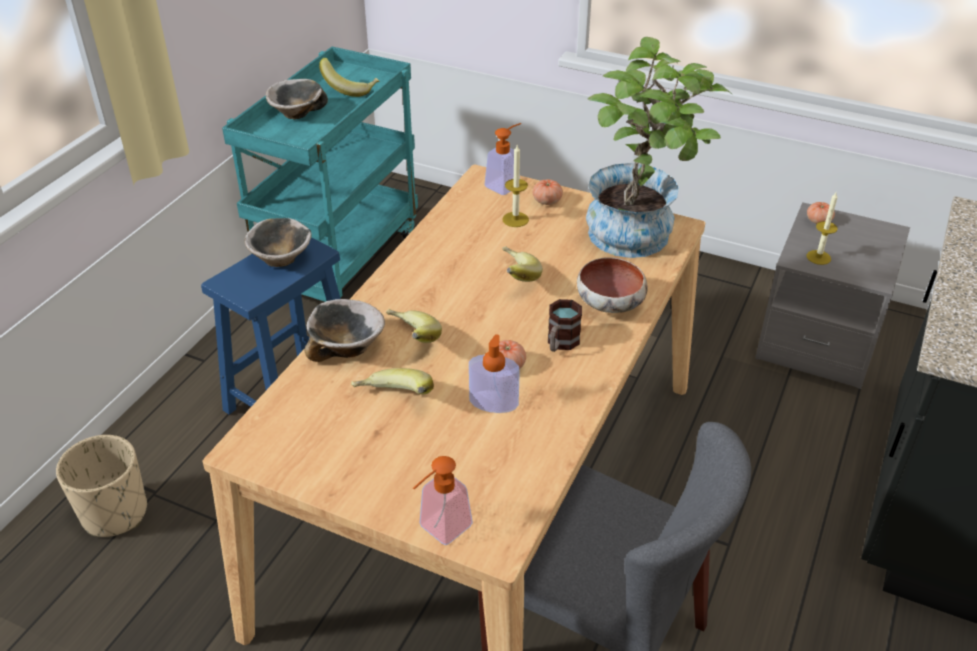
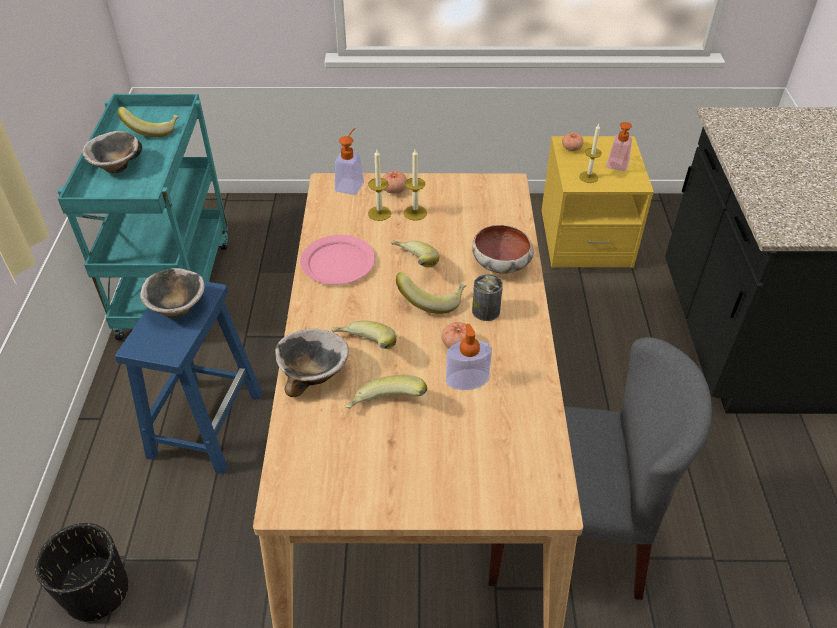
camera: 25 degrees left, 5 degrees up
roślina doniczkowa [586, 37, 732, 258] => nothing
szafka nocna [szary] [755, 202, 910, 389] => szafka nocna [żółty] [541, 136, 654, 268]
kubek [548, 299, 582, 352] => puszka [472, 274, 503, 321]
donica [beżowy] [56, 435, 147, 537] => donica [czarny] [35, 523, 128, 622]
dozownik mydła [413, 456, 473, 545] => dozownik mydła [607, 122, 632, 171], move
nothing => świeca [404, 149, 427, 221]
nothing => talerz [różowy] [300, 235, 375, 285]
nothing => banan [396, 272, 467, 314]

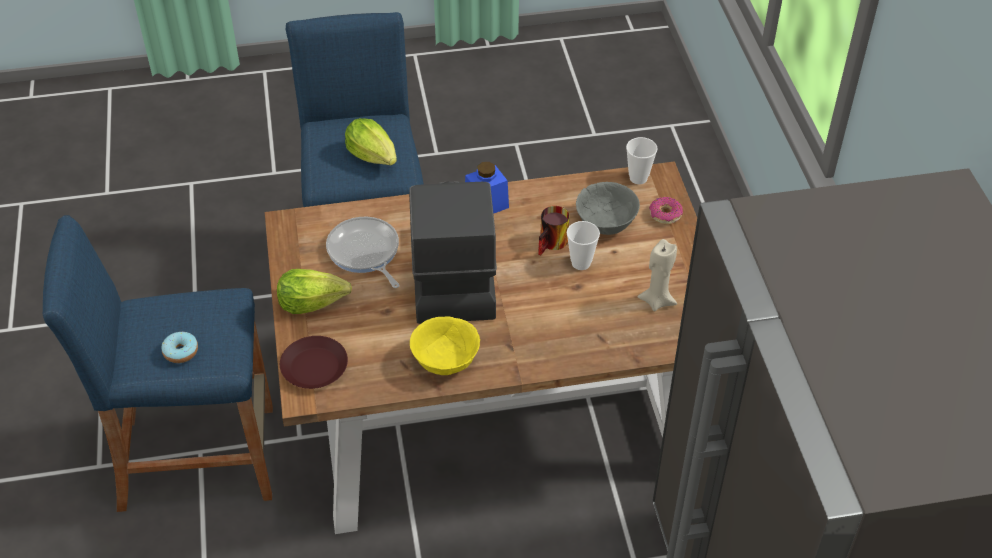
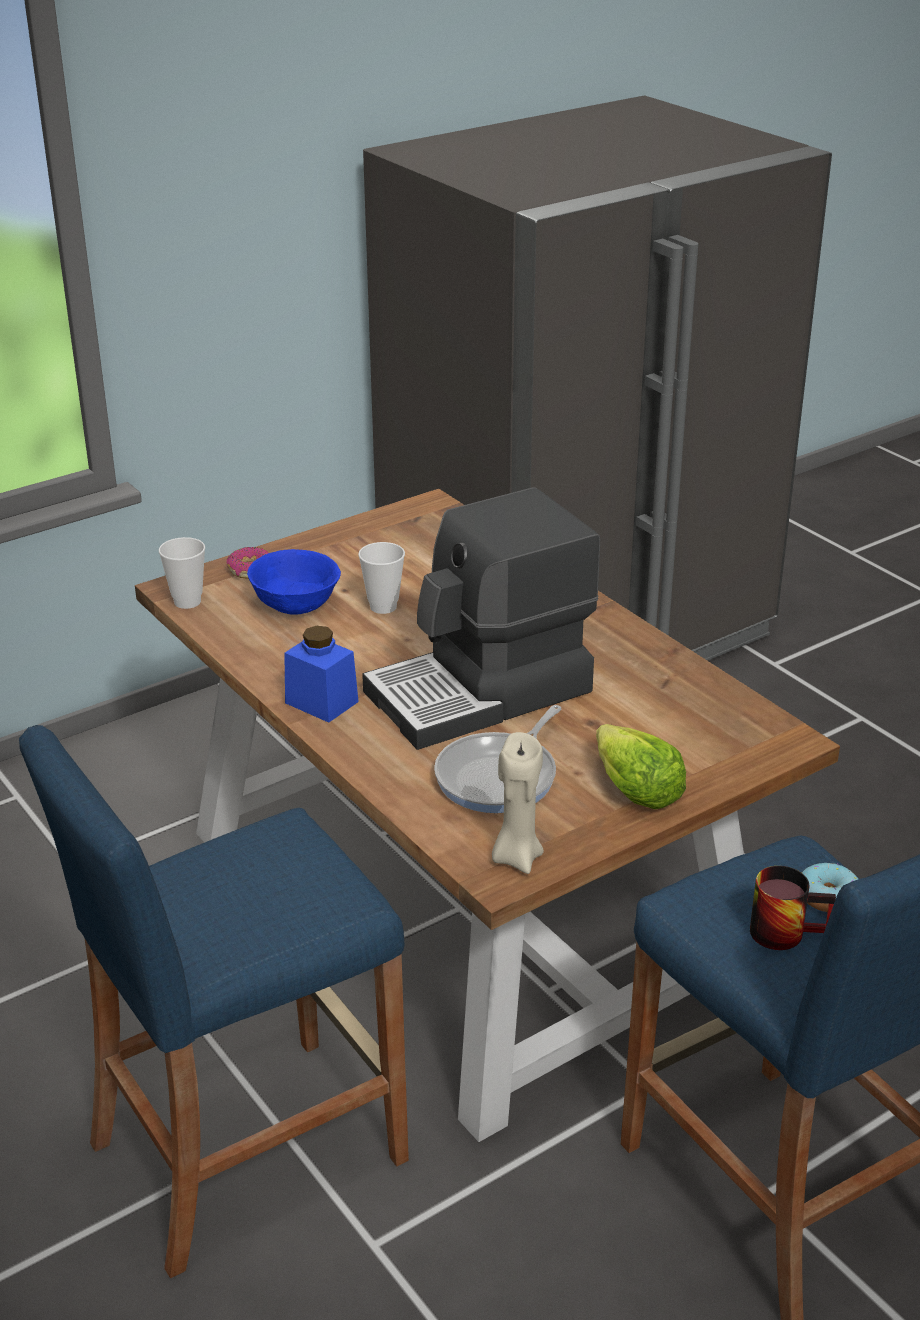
camera: 115 degrees left, 15 degrees down
sałata [345, 118, 397, 165] => nothing
miska [szary] [576, 182, 640, 235] => miska [niebieski] [247, 549, 341, 615]
kubek [538, 206, 569, 256] => kubek [750, 866, 836, 950], move
świeca [beżowy] [638, 239, 677, 311] => świeca [beżowy] [492, 732, 544, 874], move
miska [żółty] [410, 317, 480, 375] => nothing
talerz [brązowy] [280, 336, 348, 389] => nothing

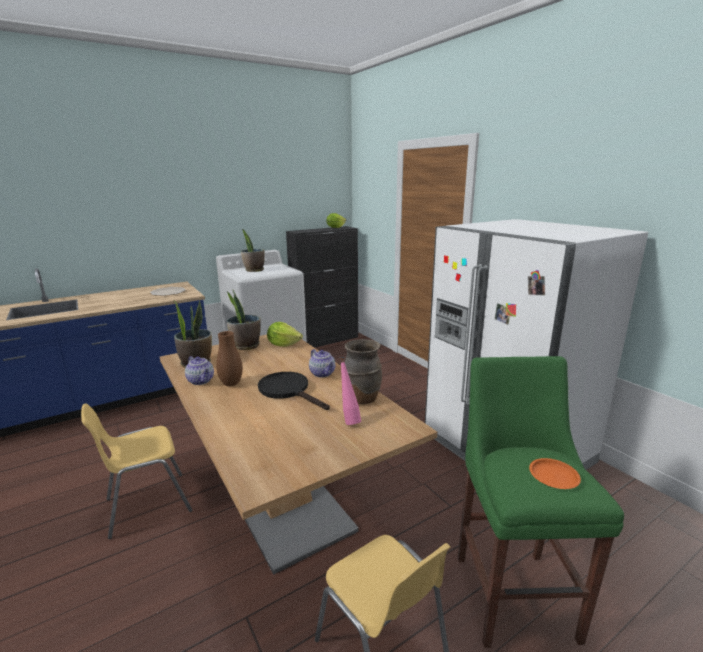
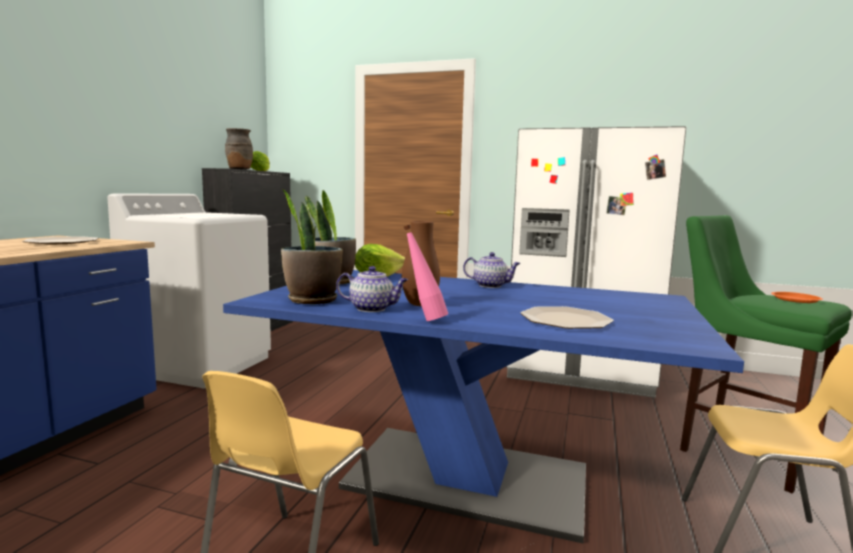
camera: 40 degrees left, 10 degrees down
roślina doniczkowa [241, 229, 265, 272] => nothing
stół jadalny [brązowy] [160, 335, 437, 575] => stół jadalny [niebieski] [223, 270, 744, 543]
wazon [brązowy] [345, 339, 382, 404] => wazon [brązowy] [225, 128, 253, 170], move
butelka [różowy] [340, 357, 361, 425] => butelka [różowy] [404, 225, 448, 321], move
patelnia [czarny] [258, 372, 330, 410] => nothing
nothing => talerz [520, 306, 614, 329]

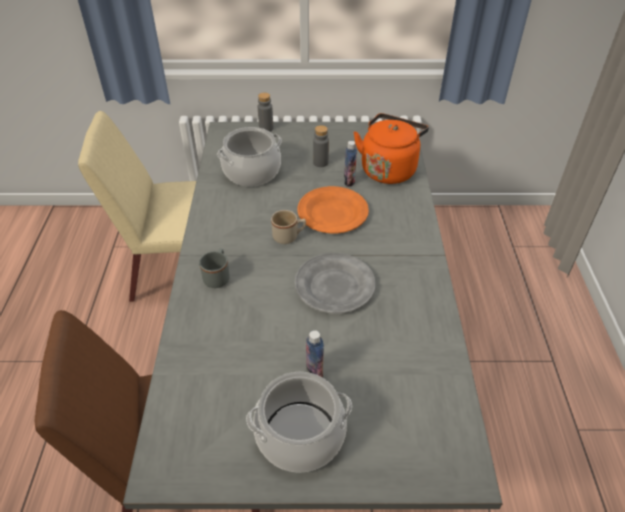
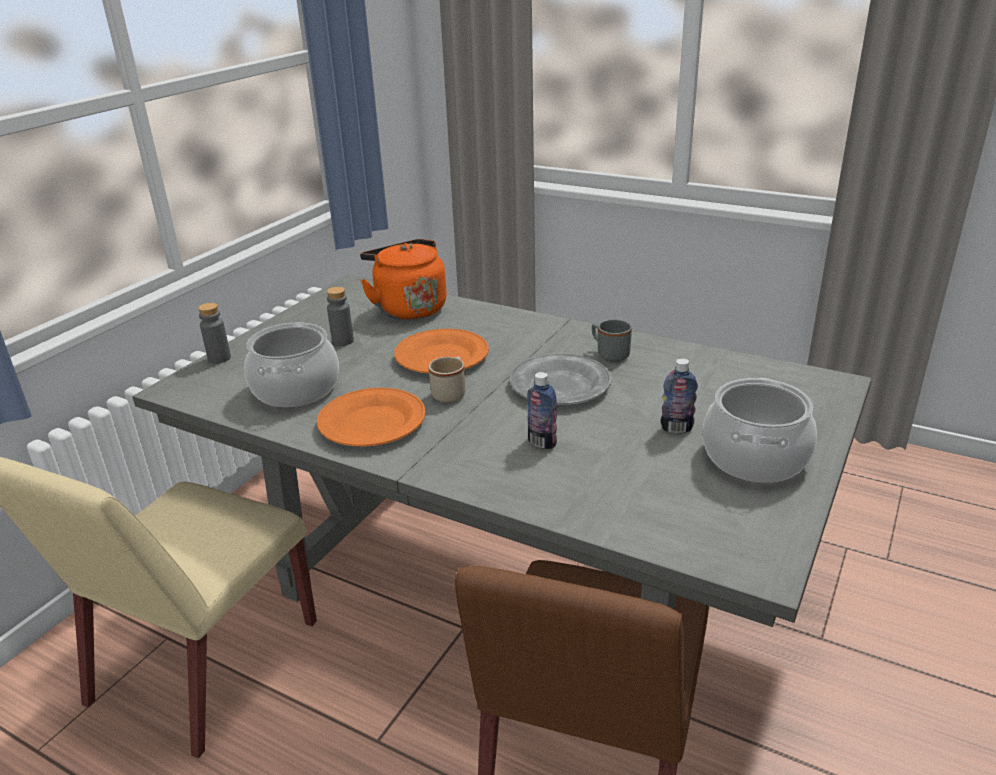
camera: 60 degrees left, 15 degrees down
butelka [344, 141, 357, 187] => butelka [527, 372, 557, 449], move
kubek [szary] [199, 248, 230, 288] => kubek [szary] [592, 319, 632, 362], move
nothing => talerz [pomarańczowy] [317, 388, 426, 447]

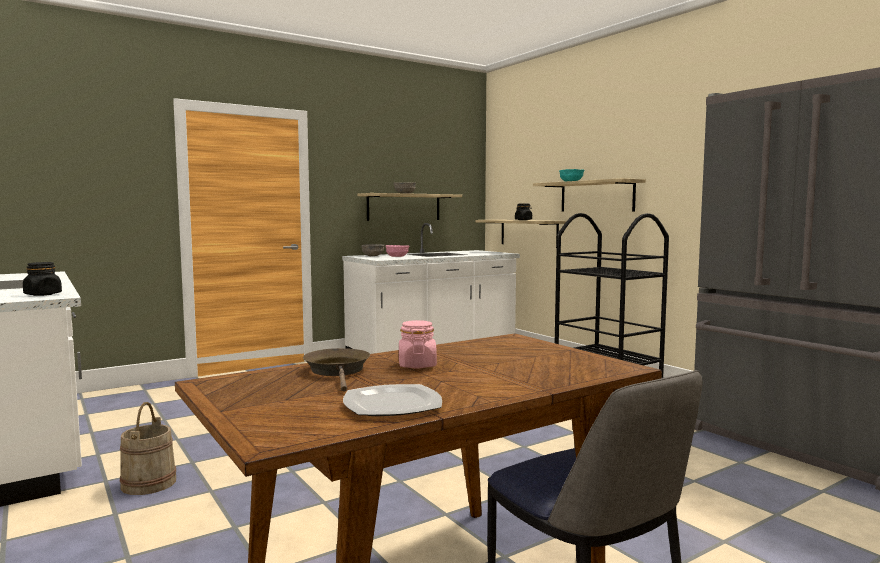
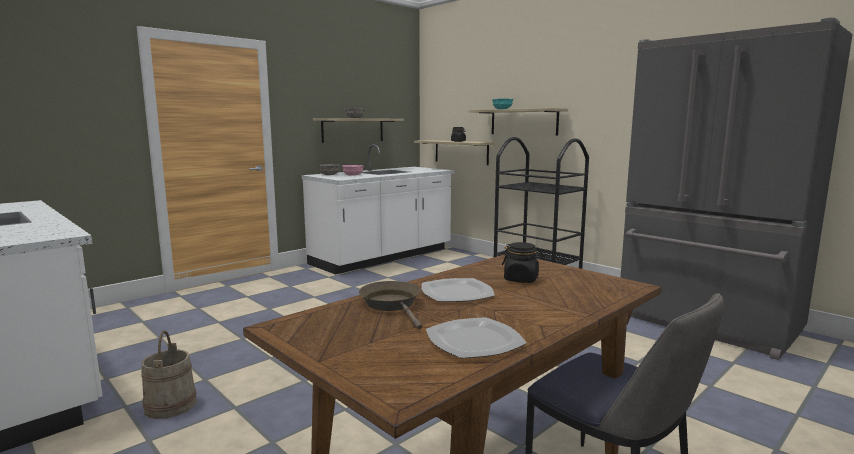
camera: 10 degrees left, 5 degrees up
słoik [czarny] [23, 262, 62, 296] => słoik [czarny] [502, 242, 543, 283], move
słoik [różowy] [399, 320, 437, 368] => talerz [421, 278, 495, 302]

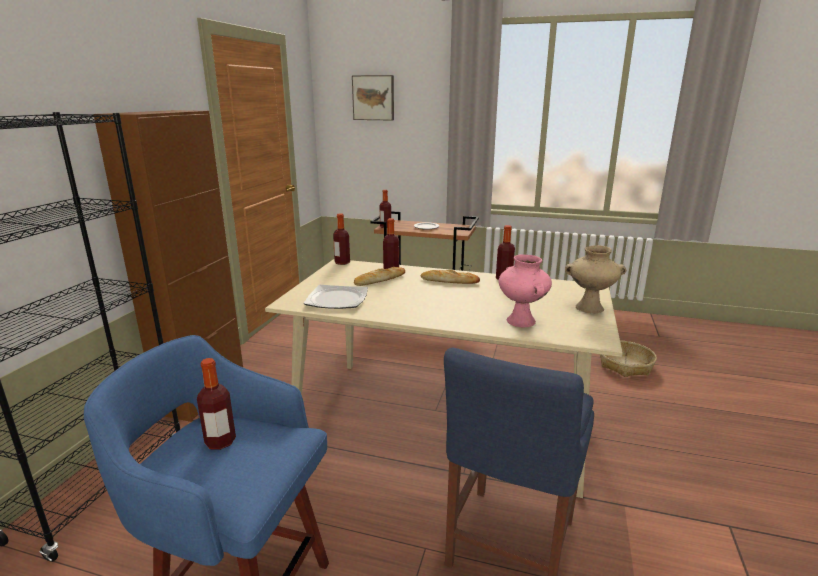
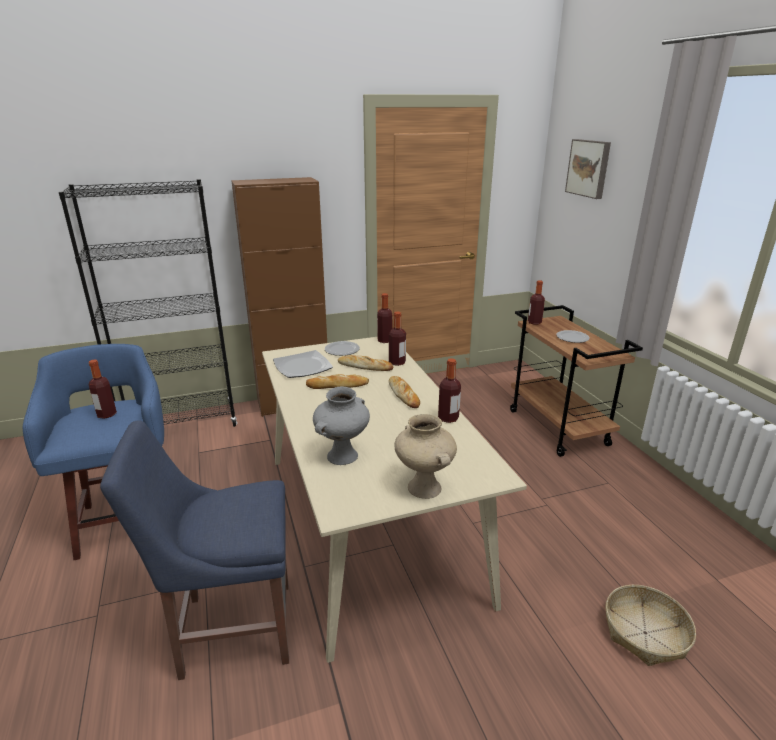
camera: 55 degrees right, 5 degrees up
wazon [różowy] [498, 254, 552, 328] => wazon [szary] [313, 387, 370, 465]
nothing => talerz [325, 341, 360, 356]
nothing => chleb [306, 374, 369, 389]

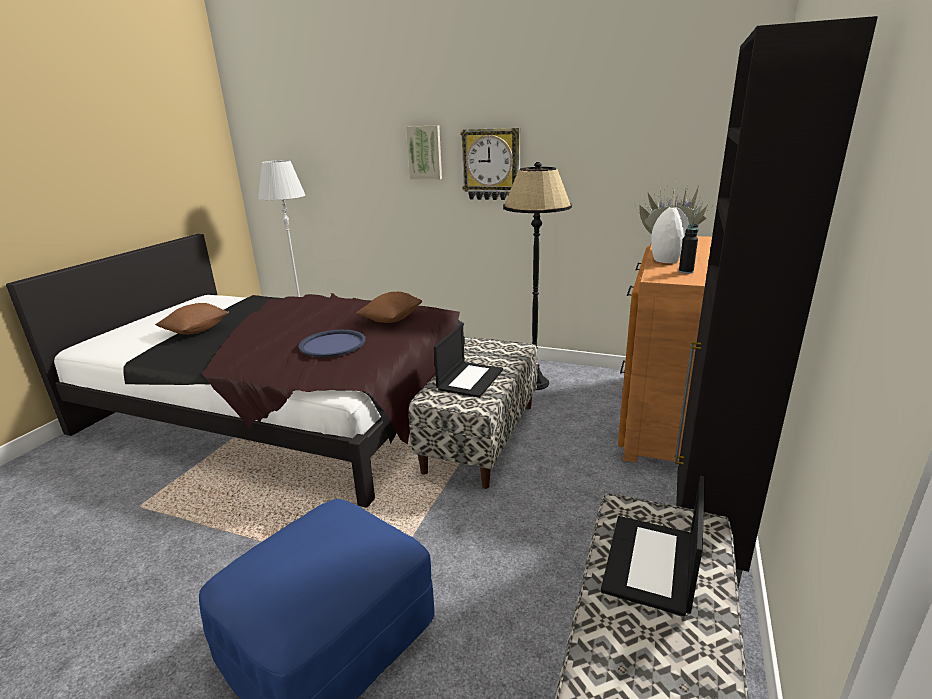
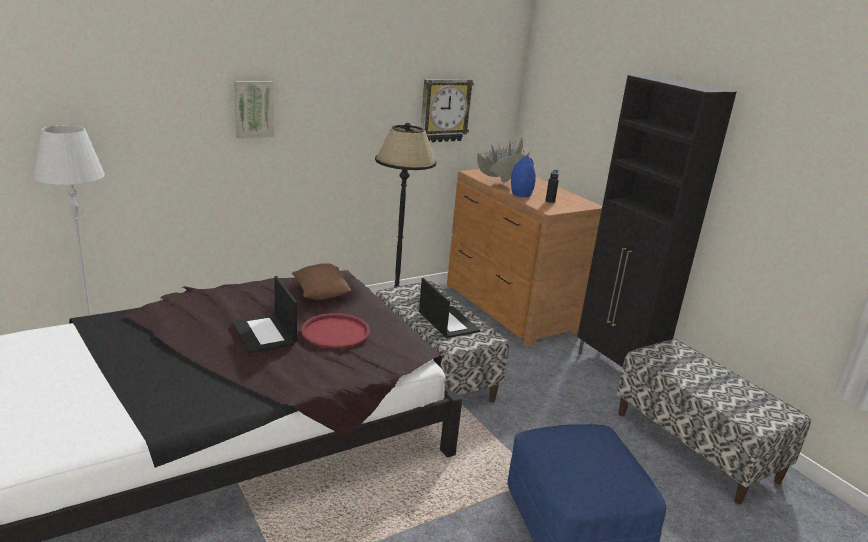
camera: 55 degrees left, 0 degrees up
zegar ścienny [460, 128, 520, 200] => zegar ścienny [421, 79, 474, 142], move
wazon [biały] [651, 207, 689, 263] => wazon [niebieski] [511, 156, 536, 197]
poduszka [brązowy] [155, 303, 229, 335] => nothing
taca [niebieski] [299, 330, 366, 357] => taca [czerwony] [301, 313, 370, 348]
laptop [601, 476, 705, 617] => laptop [232, 276, 297, 353], move

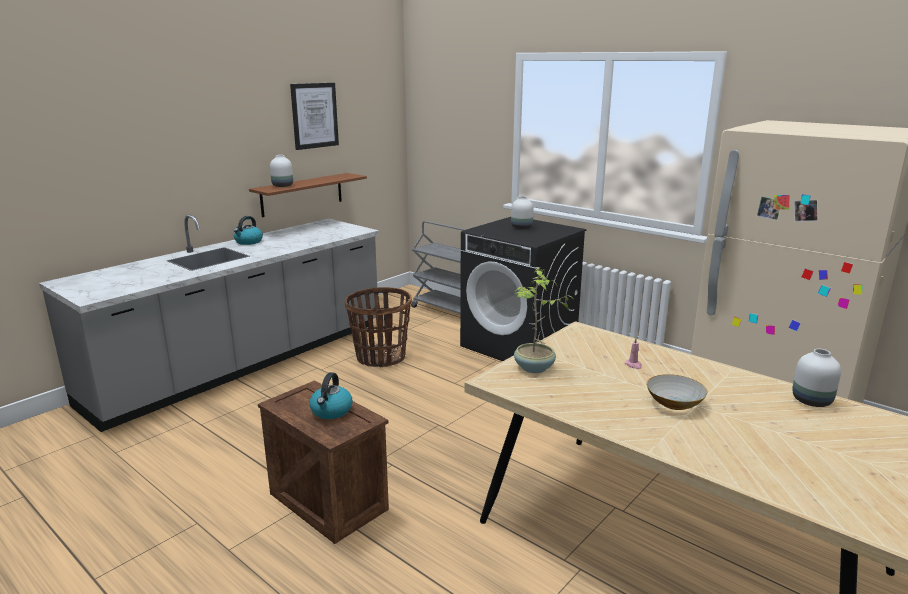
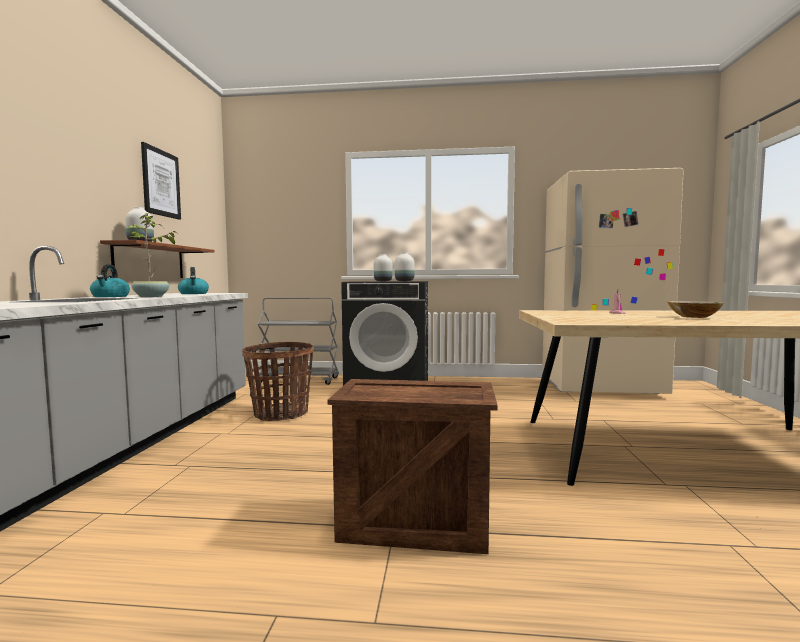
camera: 35 degrees left, 15 degrees down
roślina doniczkowa [513, 267, 575, 373] => roślina doniczkowa [126, 213, 180, 297], move
wazon [biały] [792, 349, 841, 407] => wazon [biały] [395, 252, 415, 281], move
czajnik [309, 372, 353, 419] => czajnik [178, 267, 209, 294], move

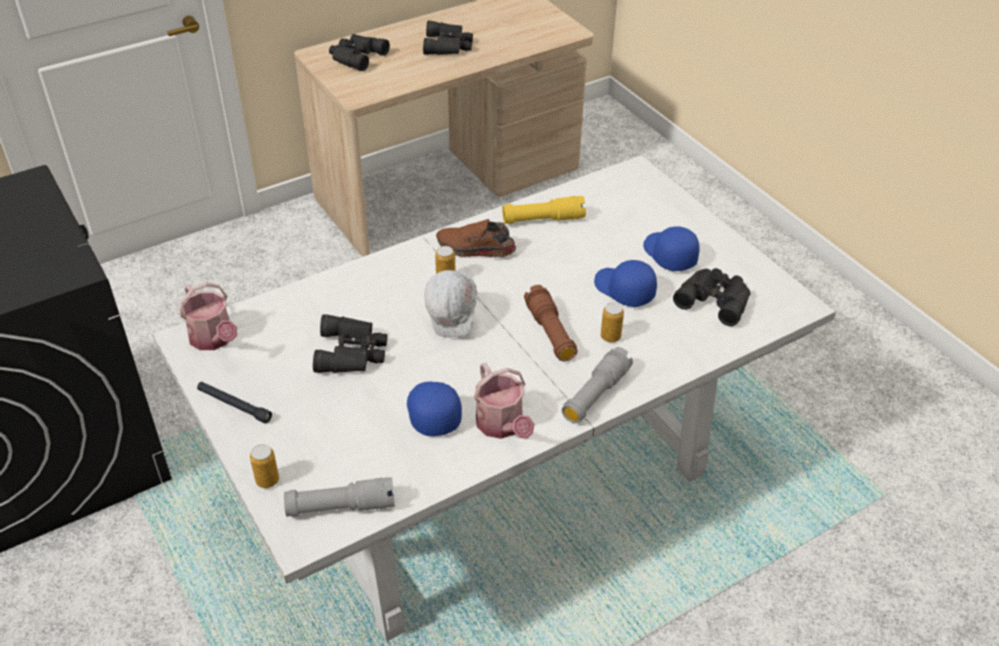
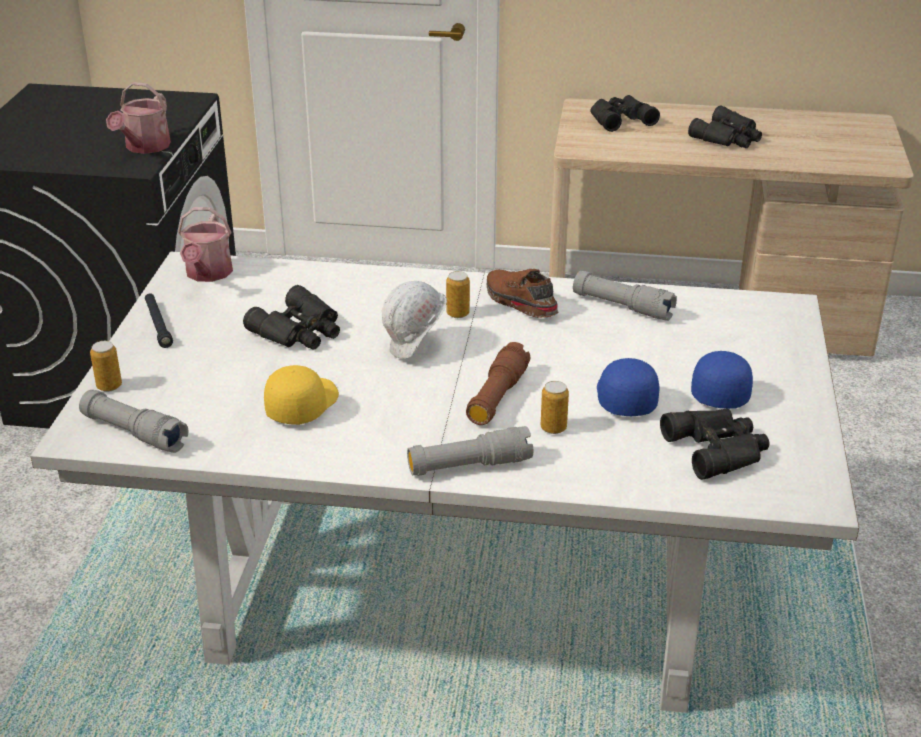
camera: 40 degrees right, 10 degrees down
latarka [żółty] [502, 196, 586, 224] => latarka [szary] [573, 271, 677, 321]
konewka [474, 362, 534, 439] => konewka [106, 82, 171, 154], move
czapka z daszkiem [niebieski] [407, 382, 462, 436] => czapka z daszkiem [żółty] [264, 365, 339, 425]

